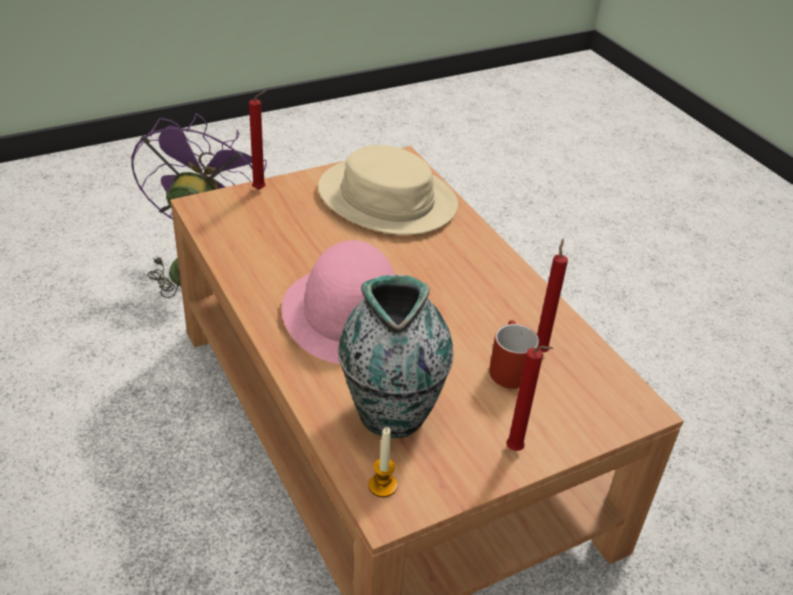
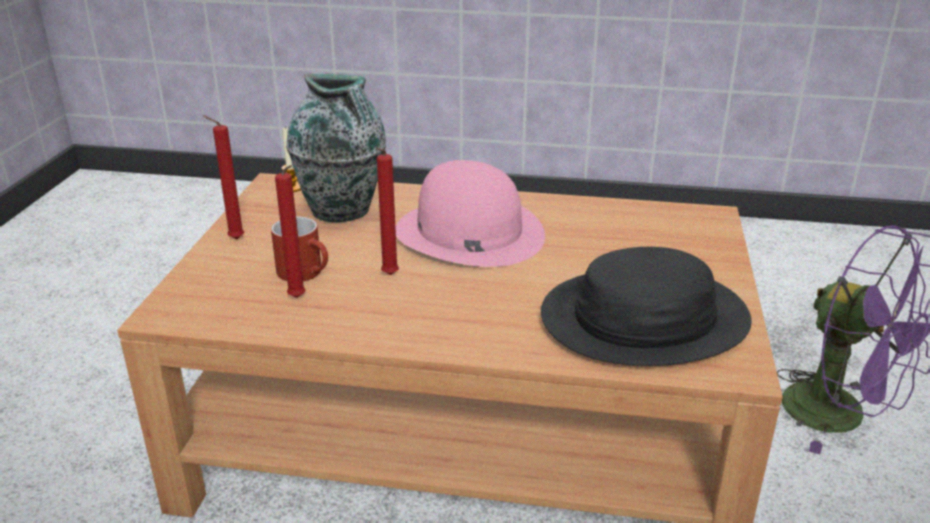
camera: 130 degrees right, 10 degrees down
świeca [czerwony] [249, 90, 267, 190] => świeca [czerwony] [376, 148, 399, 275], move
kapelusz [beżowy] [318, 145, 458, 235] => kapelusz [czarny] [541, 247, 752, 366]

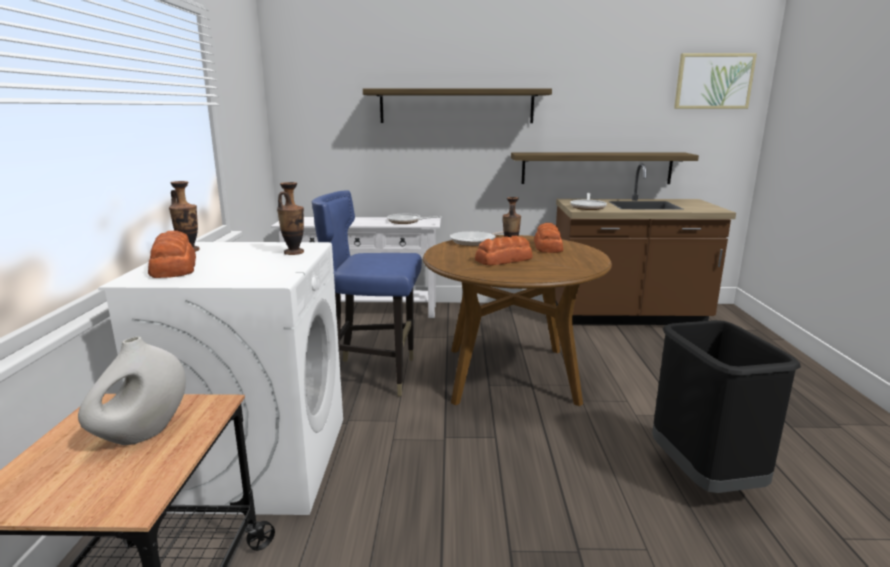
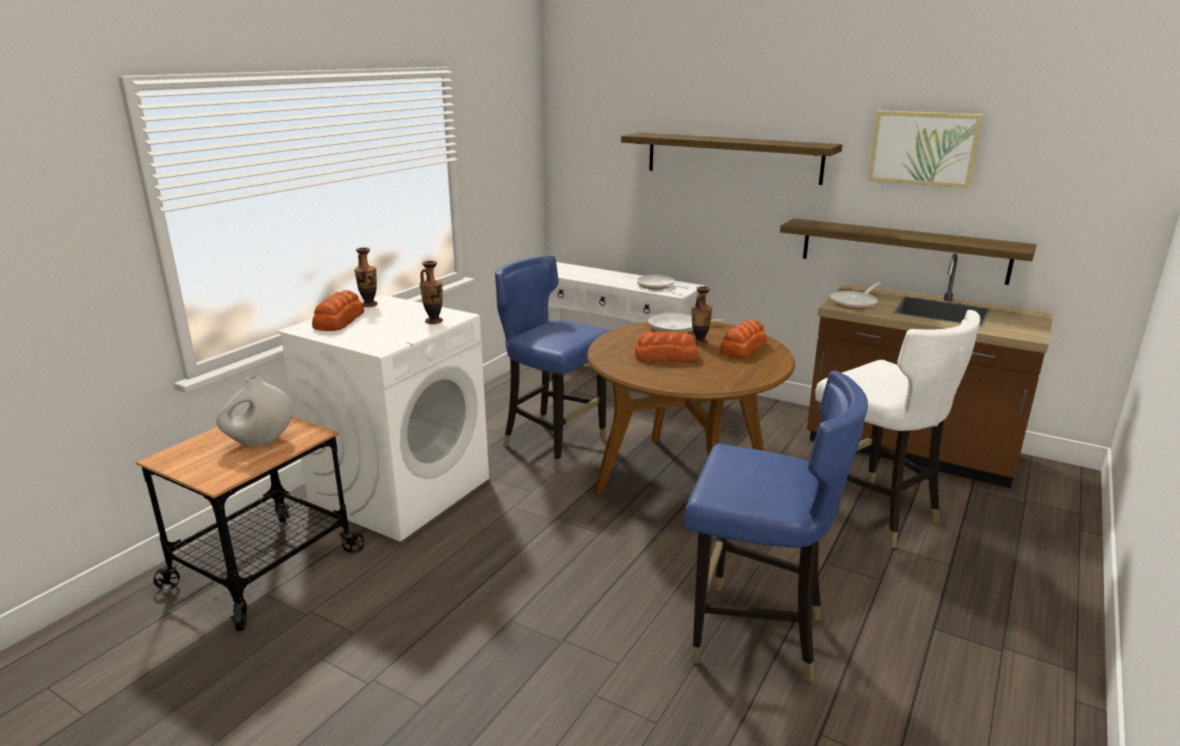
camera: 30 degrees right, 5 degrees up
obraz [674, 53, 757, 109] => obraz [868, 110, 983, 188], move
kosz na śmieci [czarny] [652, 320, 801, 493] => krzesło [niebieski] [684, 371, 868, 682]
nothing => krzesło [biały] [815, 310, 980, 548]

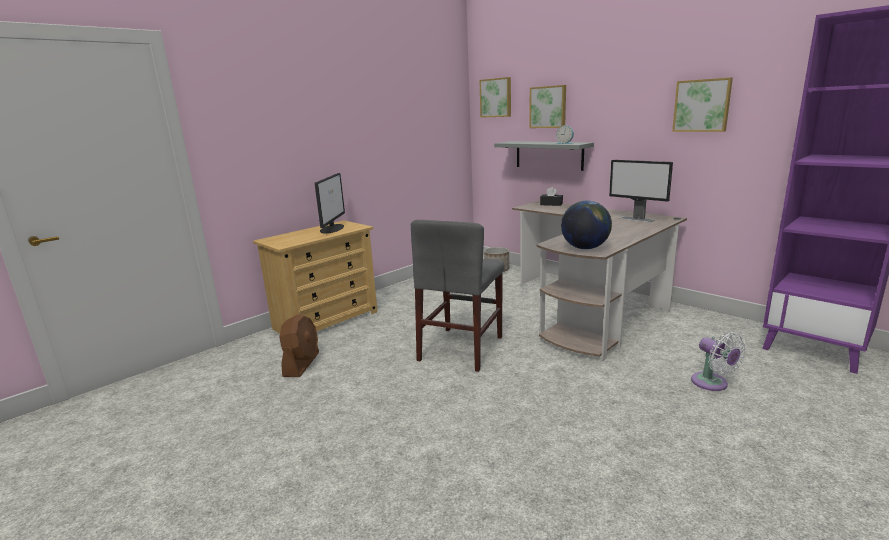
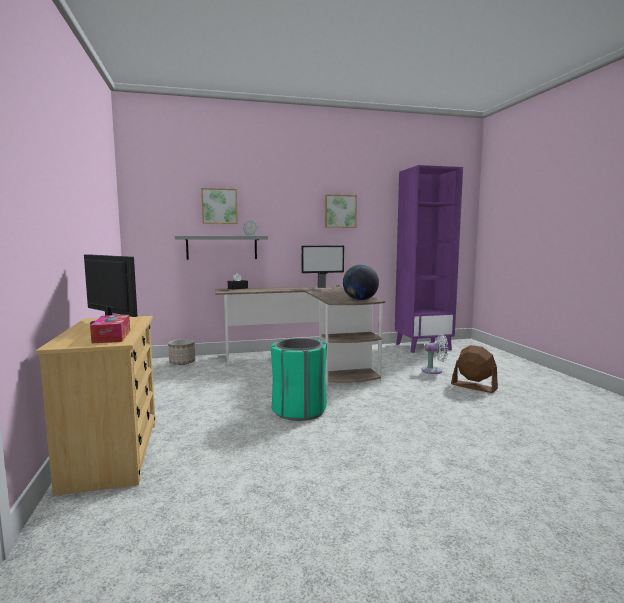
camera: 60 degrees left, 10 degrees down
obraz [479, 77, 511, 118] => nothing
krzesło [szary] [411, 220, 505, 372] => kosz na śmieci [zielony] [271, 338, 327, 421]
wentylator [brązowy] [279, 314, 319, 377] => wentylator [brązowy] [451, 345, 498, 393], move
nothing => pudełko chusteczek [90, 315, 130, 344]

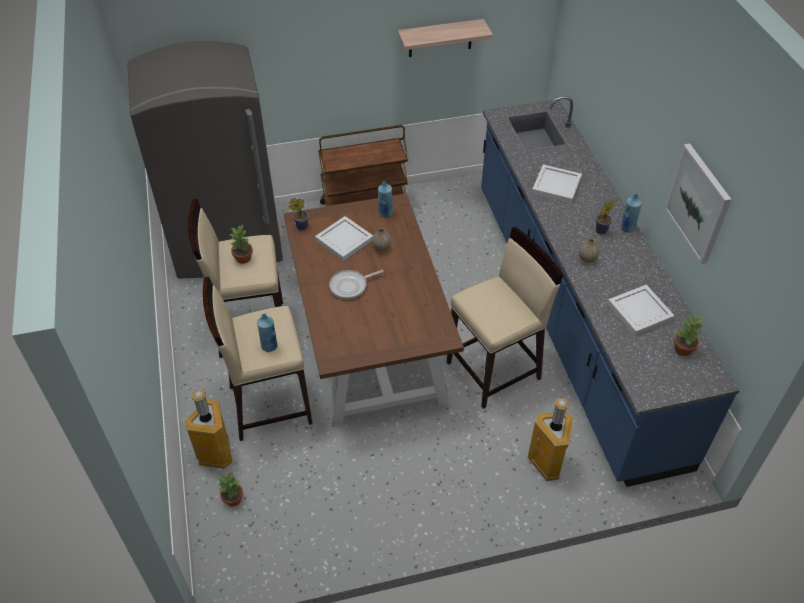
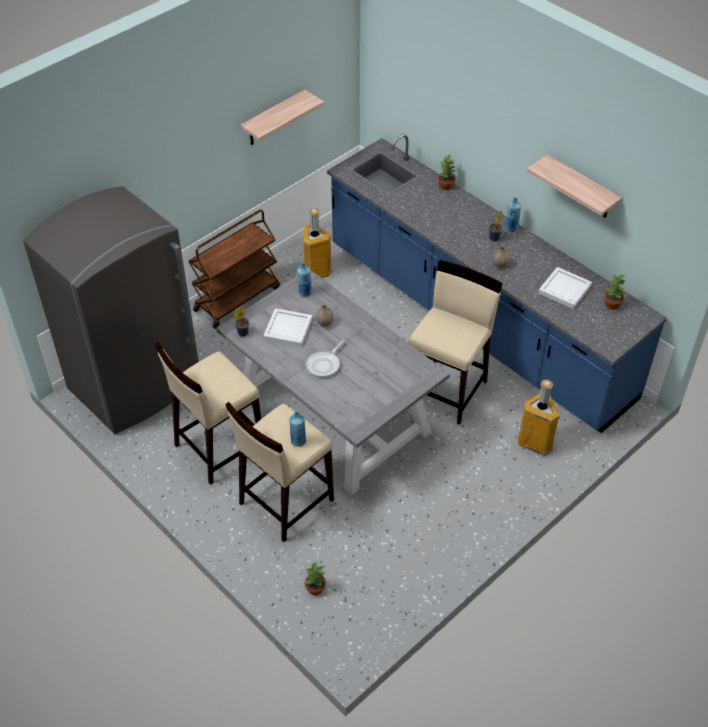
camera: 30 degrees left, 0 degrees up
obraz [664, 144, 731, 264] => półka [527, 155, 622, 218]
taca [biały] [532, 164, 582, 203] => nothing
stół jadalny [brązowy] [284, 193, 464, 427] => stół jadalny [szary] [216, 270, 450, 495]
roślina doniczkowa [230, 225, 253, 264] => roślina doniczkowa [438, 154, 455, 190], move
kosz na śmieci [185, 389, 232, 469] => kosz na śmieci [303, 208, 331, 278], move

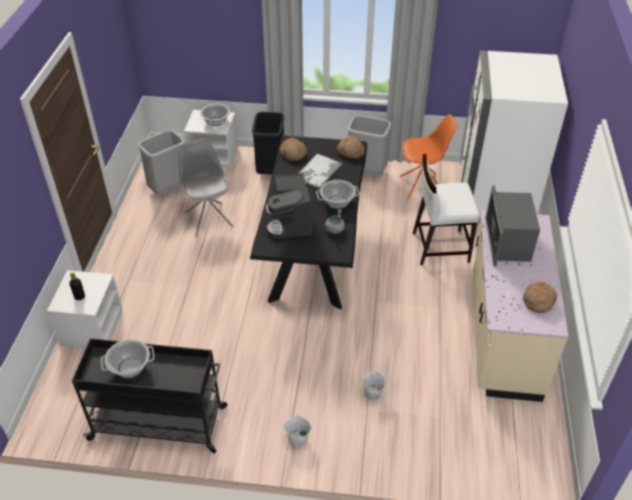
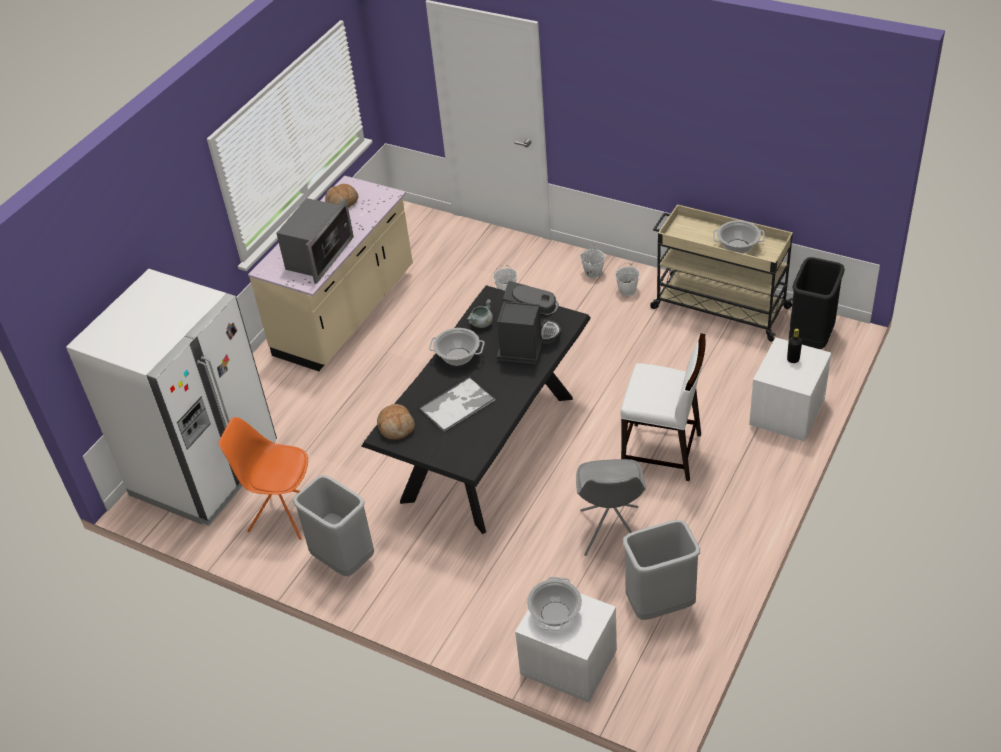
camera: 155 degrees left, 0 degrees up
kosz na śmieci [czarny] [252, 112, 284, 174] => kosz na śmieci [czarny] [789, 257, 845, 349], move
chleb [280, 138, 307, 161] => nothing
krzesło [biały] [413, 154, 479, 265] => krzesło [biały] [620, 333, 705, 481], move
wózek [czarny] [72, 338, 227, 454] => wózek [beżowy] [650, 204, 793, 342]
nothing => wiadro [biały] [615, 263, 640, 296]

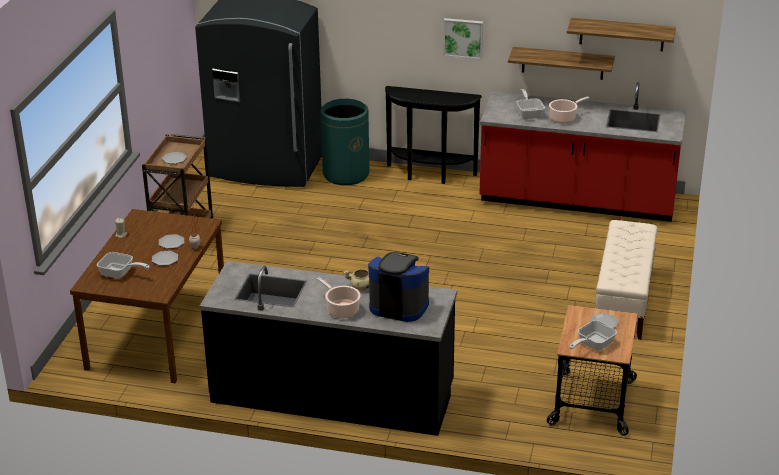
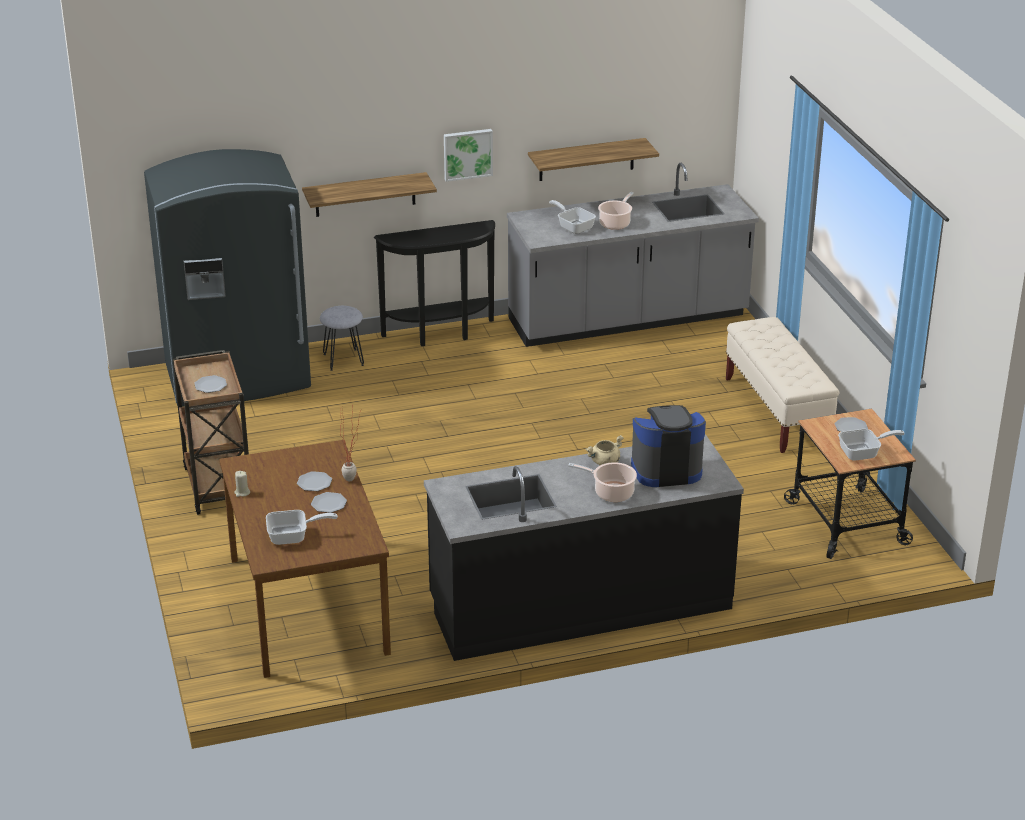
camera: 30 degrees left, 0 degrees up
półka [567, 18, 676, 51] => półka [302, 172, 437, 217], move
zabudowa kuchenna [czerwony] [479, 82, 686, 222] => zabudowa kuchenna [szary] [507, 163, 759, 347]
kosz na śmieci [zielony] [320, 99, 369, 185] => stołek [szary] [320, 306, 364, 371]
patelnia [570, 320, 617, 351] => patelnia [838, 429, 905, 461], 120 degrees counterclockwise

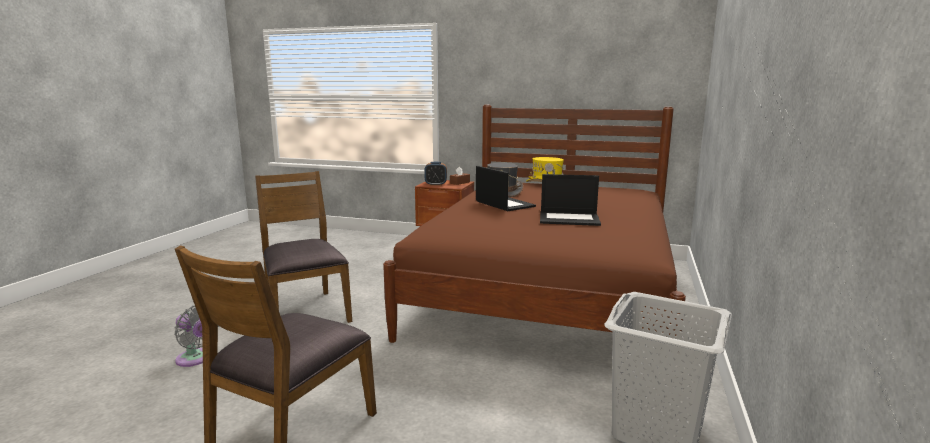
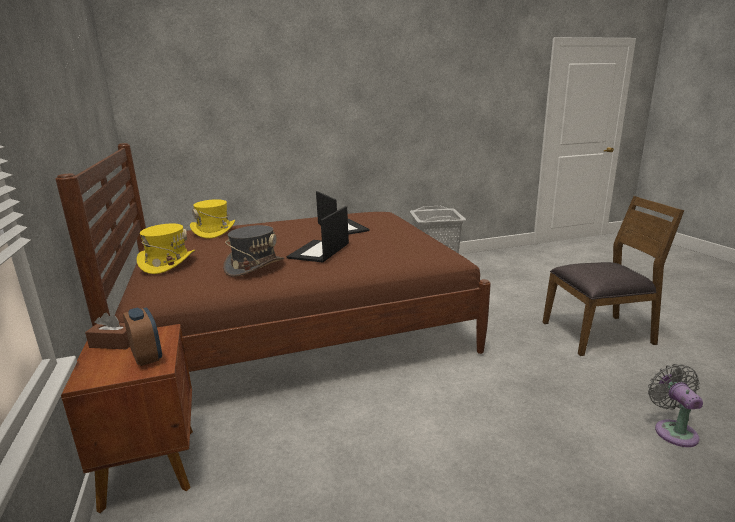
camera: 125 degrees left, 5 degrees up
krzesło [brązowy] [255, 171, 352, 323] => nothing
nothing => kapelusz [żółty] [190, 199, 235, 238]

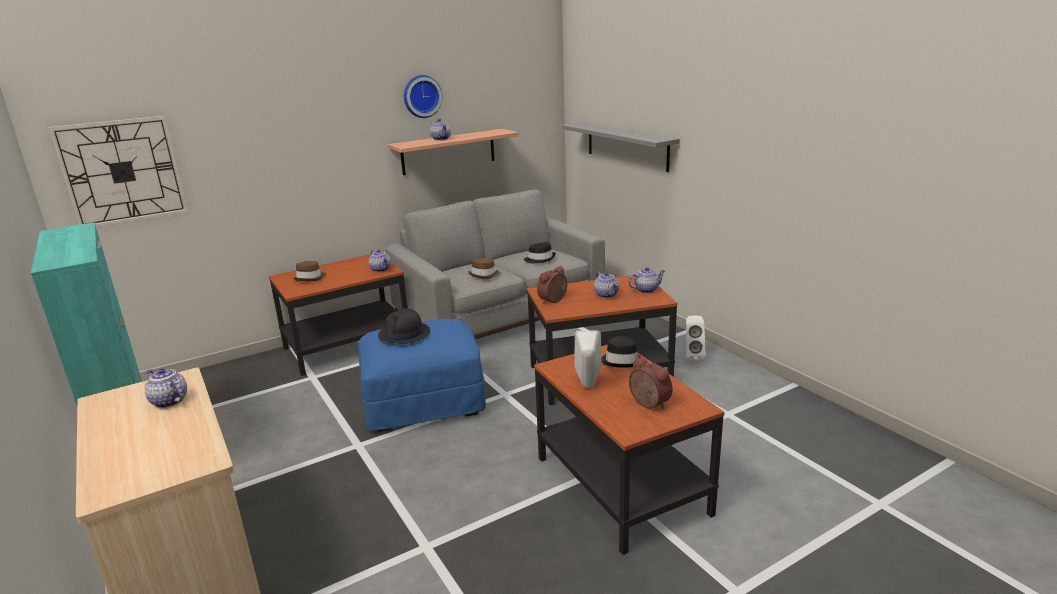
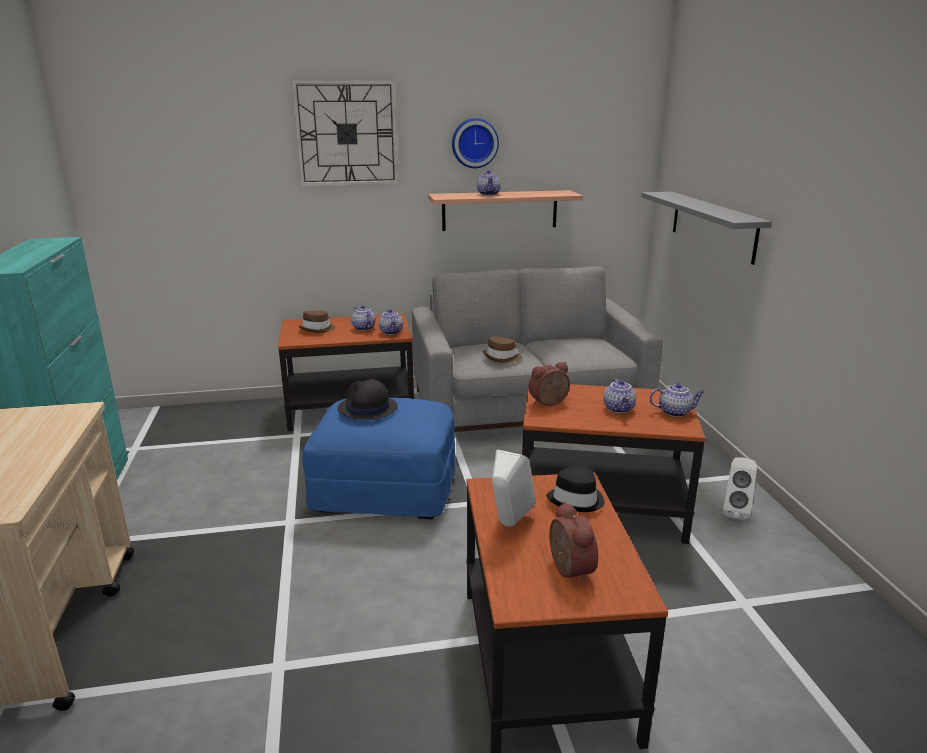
camera: 20 degrees right, 0 degrees up
zegar ścienny [48, 116, 188, 227] => zegar ścienny [292, 80, 398, 186], move
kapelusz [czarny] [524, 242, 556, 264] => nothing
imbryk [145, 368, 187, 408] => imbryk [351, 305, 376, 331], move

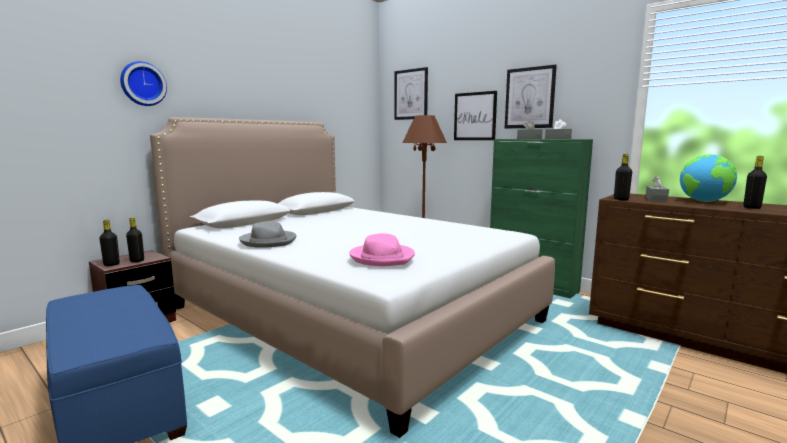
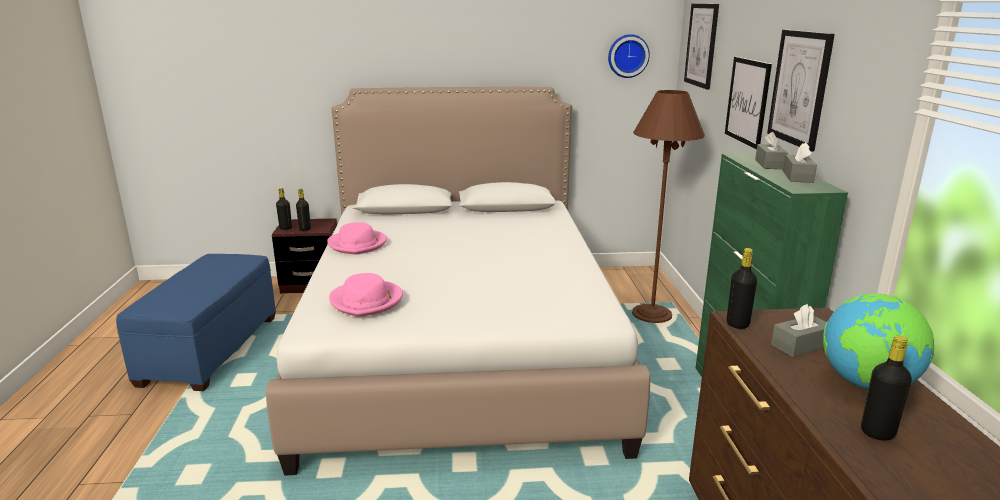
camera: 45 degrees right, 10 degrees up
zegar ścienny [120, 61, 167, 106] => zegar ścienny [608, 34, 650, 78], move
kapelusz [szary] [239, 221, 296, 248] => kapelusz [różowy] [327, 222, 387, 255]

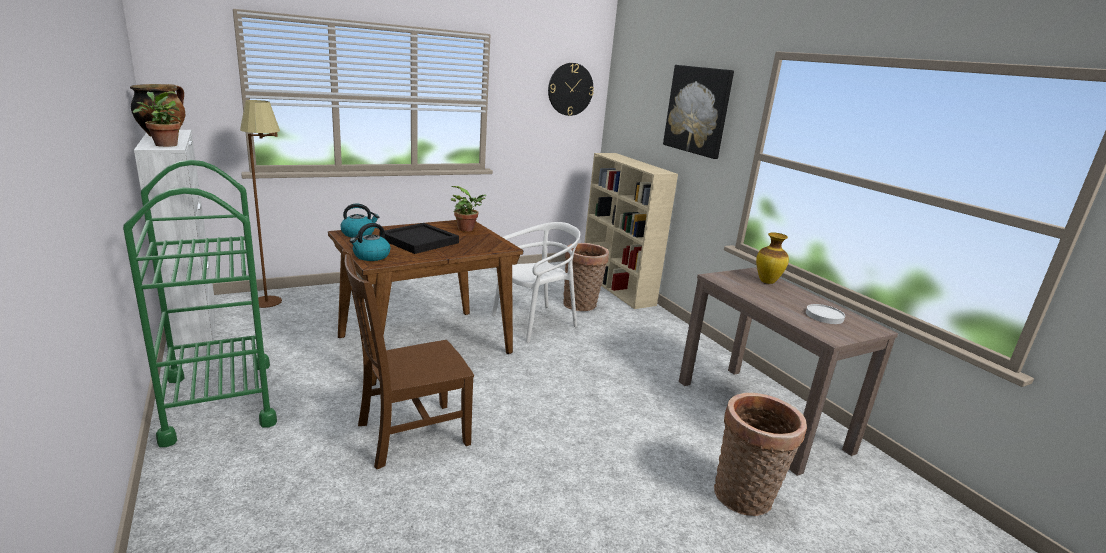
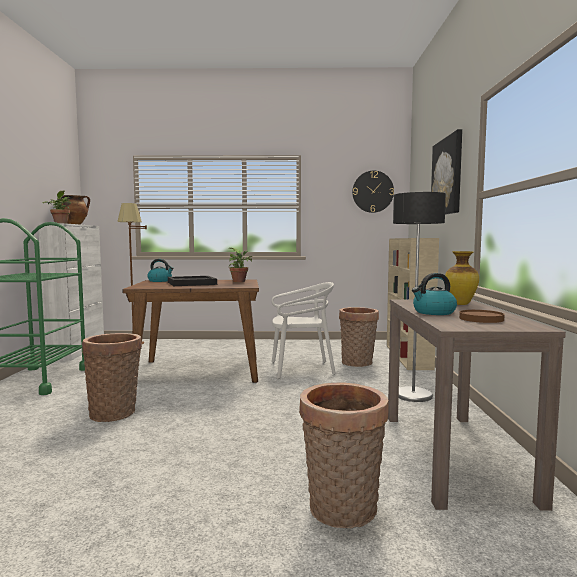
camera: 30 degrees right, 15 degrees down
czajnik [350, 223, 390, 261] => czajnik [412, 273, 457, 315], move
krzesło [brązowy] [342, 249, 474, 469] => koszyk [82, 333, 142, 422]
talerz [biały] [806, 304, 845, 324] => talerz [brązowy] [459, 310, 505, 323]
nothing => lampa stojąca [393, 192, 446, 402]

